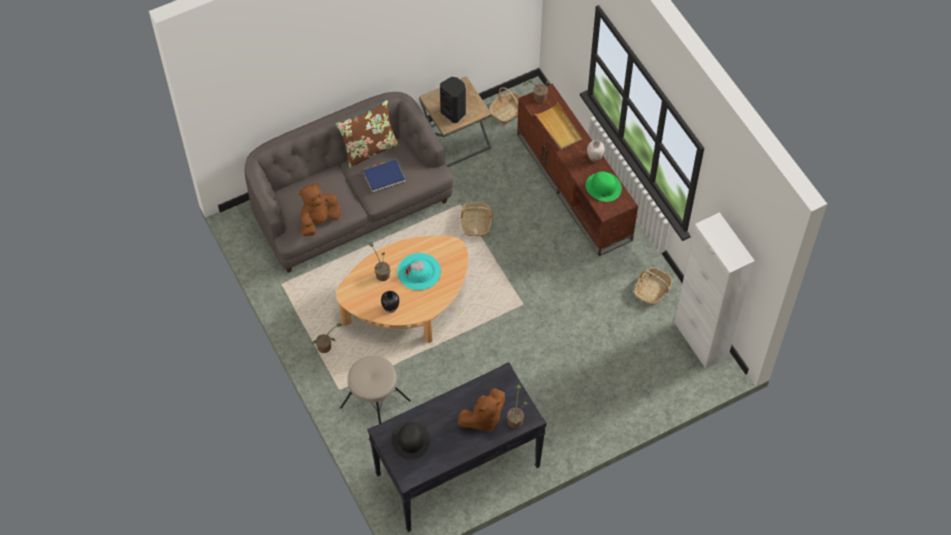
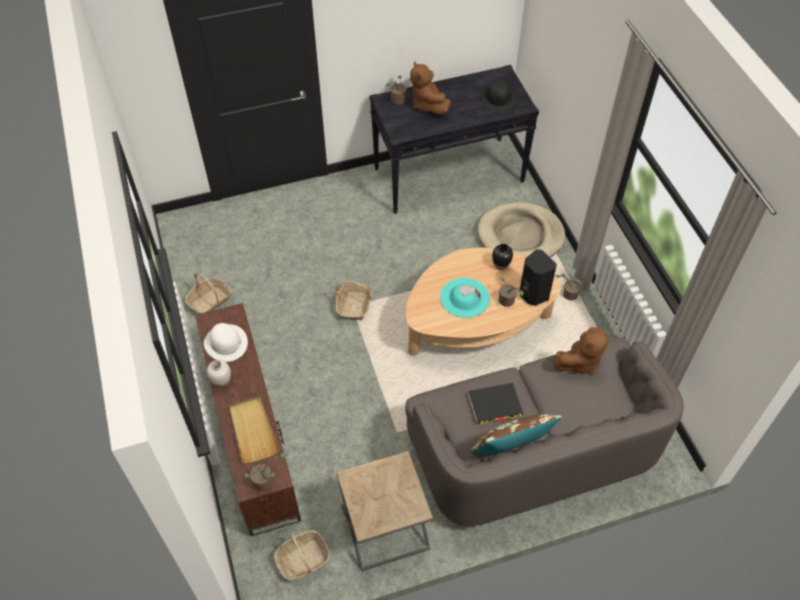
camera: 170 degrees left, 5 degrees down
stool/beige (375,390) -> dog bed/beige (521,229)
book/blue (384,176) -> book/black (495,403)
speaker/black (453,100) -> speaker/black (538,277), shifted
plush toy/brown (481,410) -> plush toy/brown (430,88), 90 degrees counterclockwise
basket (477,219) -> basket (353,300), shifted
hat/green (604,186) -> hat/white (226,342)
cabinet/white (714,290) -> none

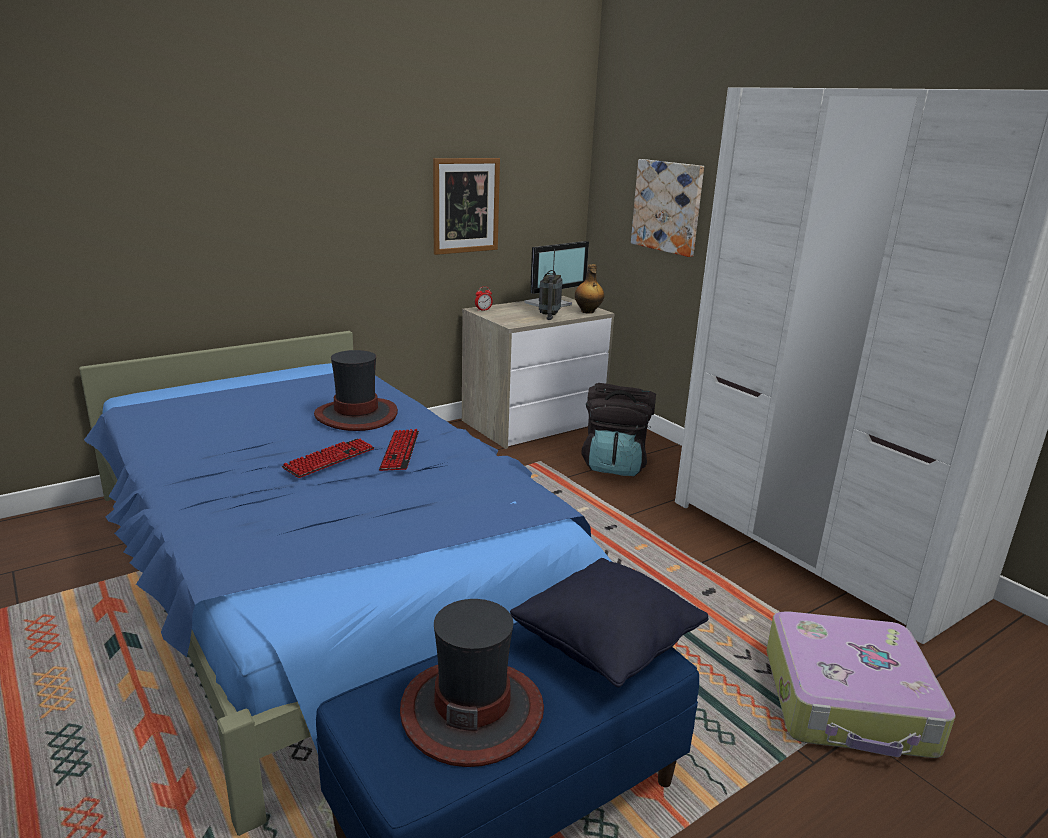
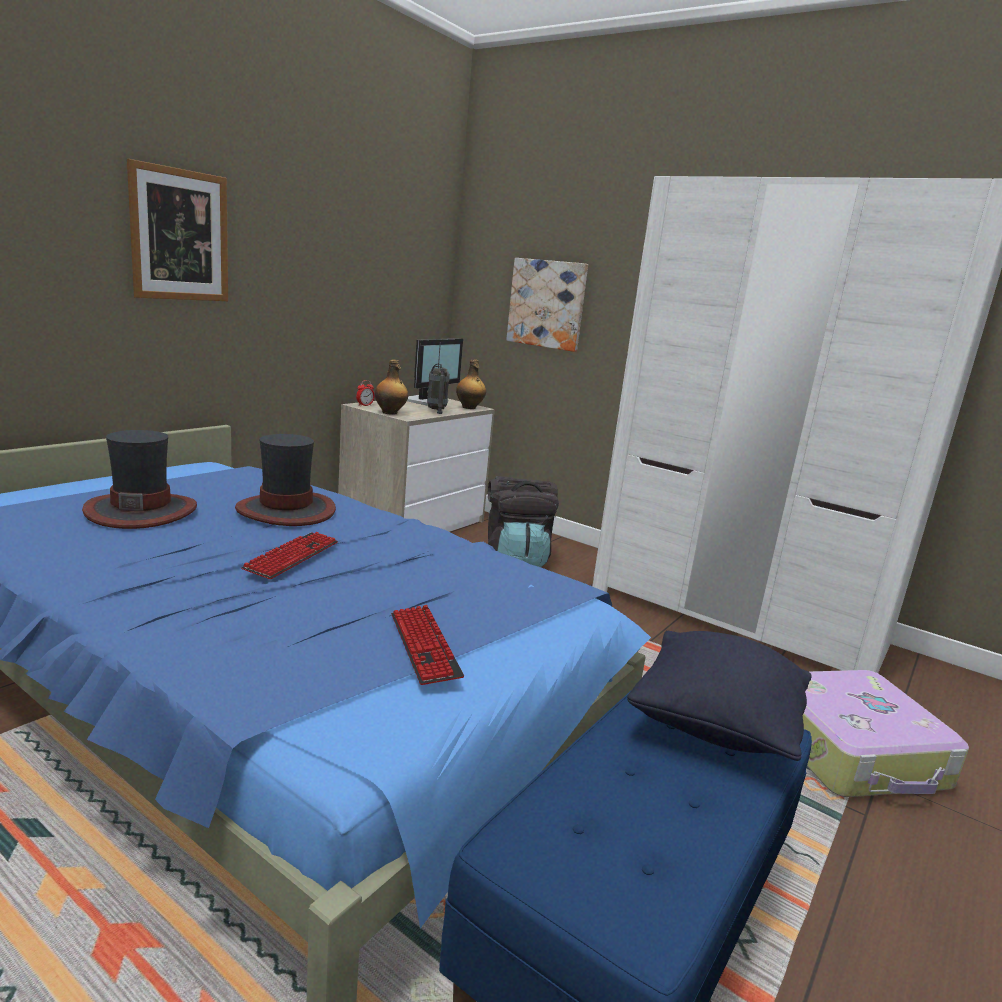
camera: 20 degrees left, 5 degrees down
keyboard (399,450) -> keyboard (427,645), shifted
hat (472,683) -> hat (139,479), shifted
picture (466,206) -> picture (177,230), shifted
none -> bottle (391,387)

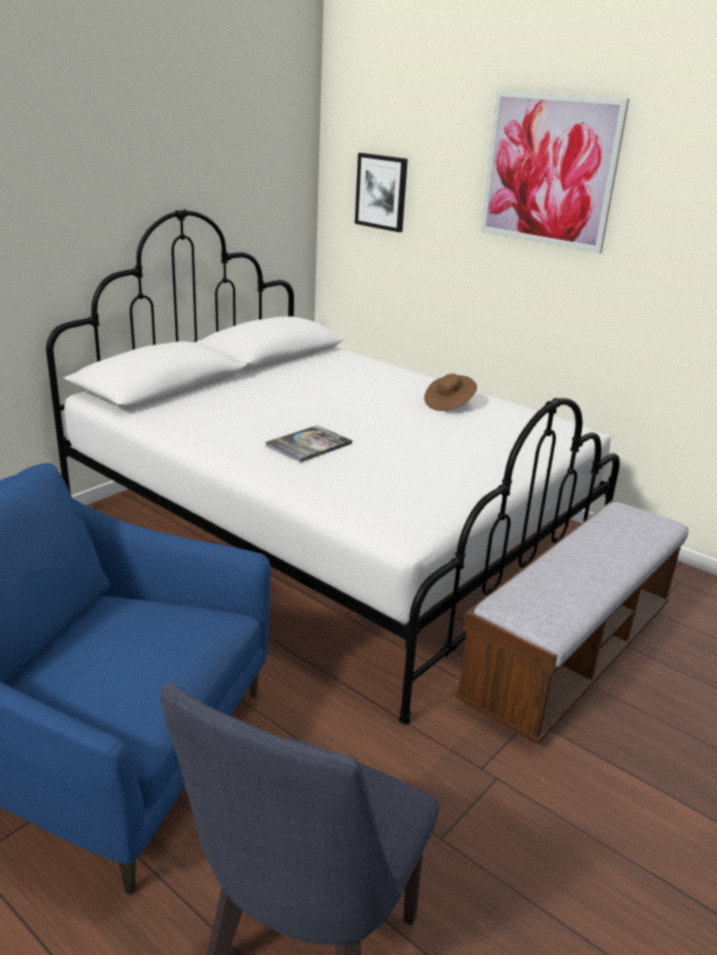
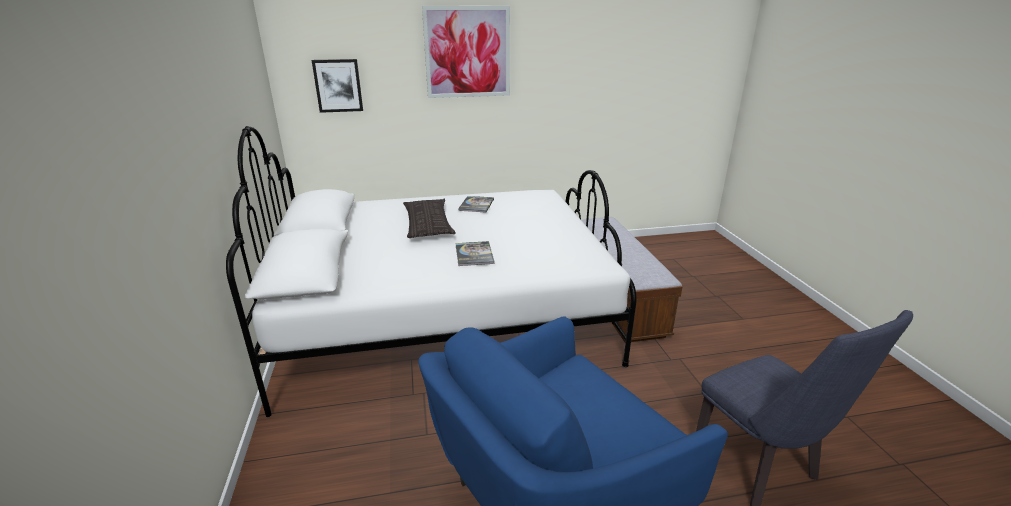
camera: 50 degrees left, 0 degrees up
hat/brown (450,392) -> book (476,204)
none -> pillow (429,218)

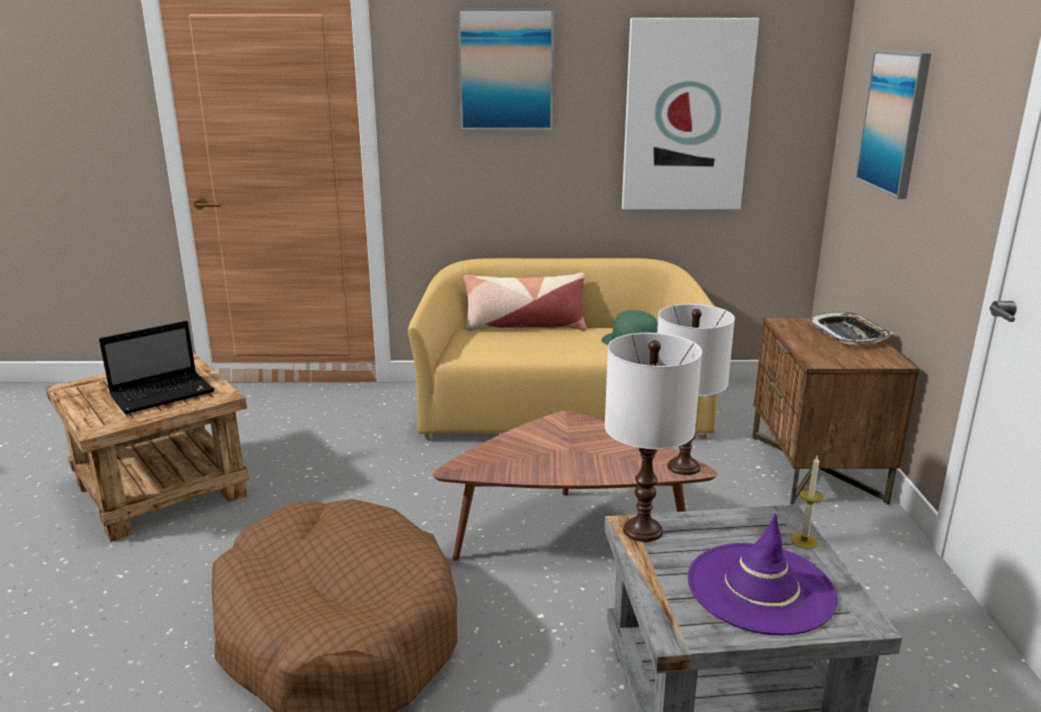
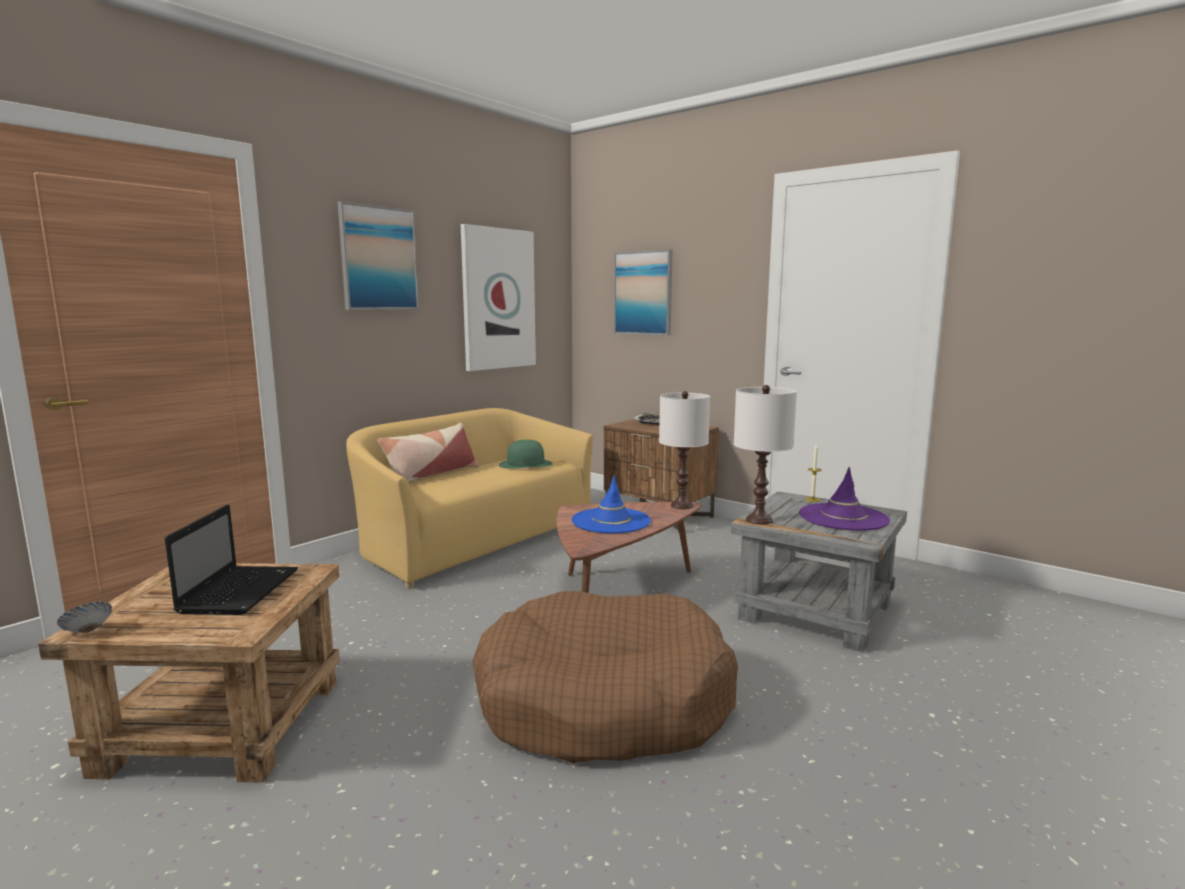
camera: 50 degrees left, 10 degrees down
none -> bowl (84,617)
none -> hat/blue (611,504)

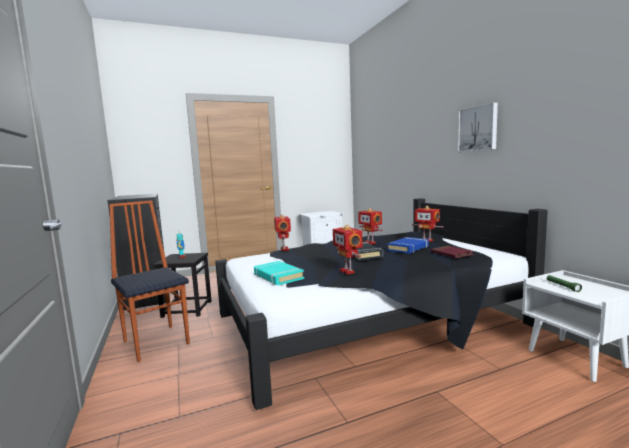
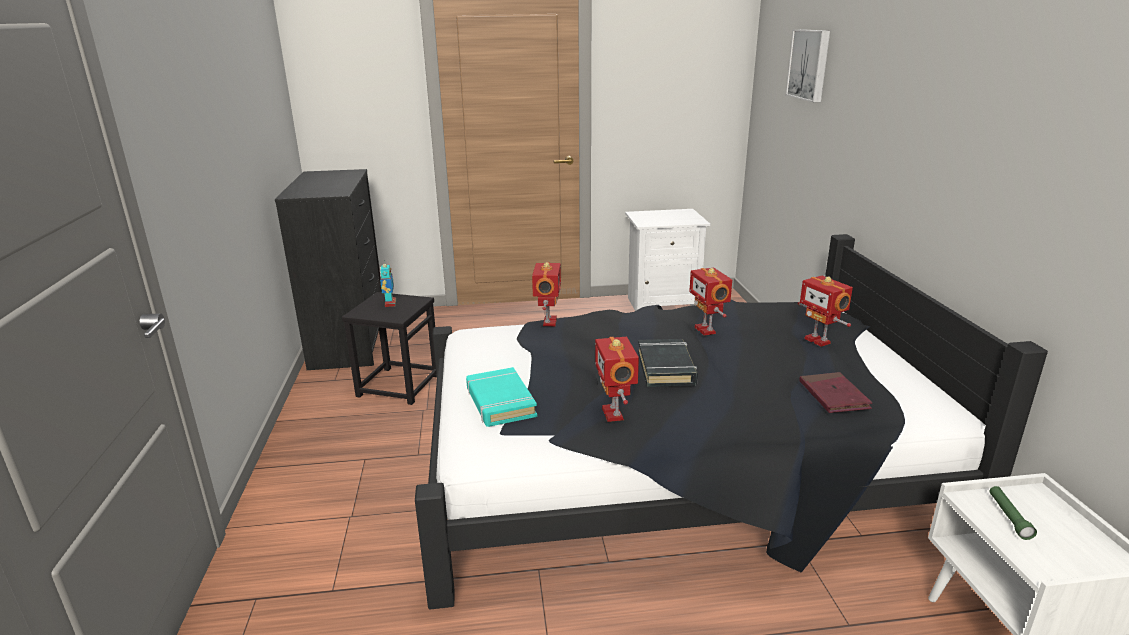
camera: 15 degrees right, 15 degrees up
chair (149,281) -> none
book/blue (408,245) -> none
picture (478,127) -> picture (808,65), shifted

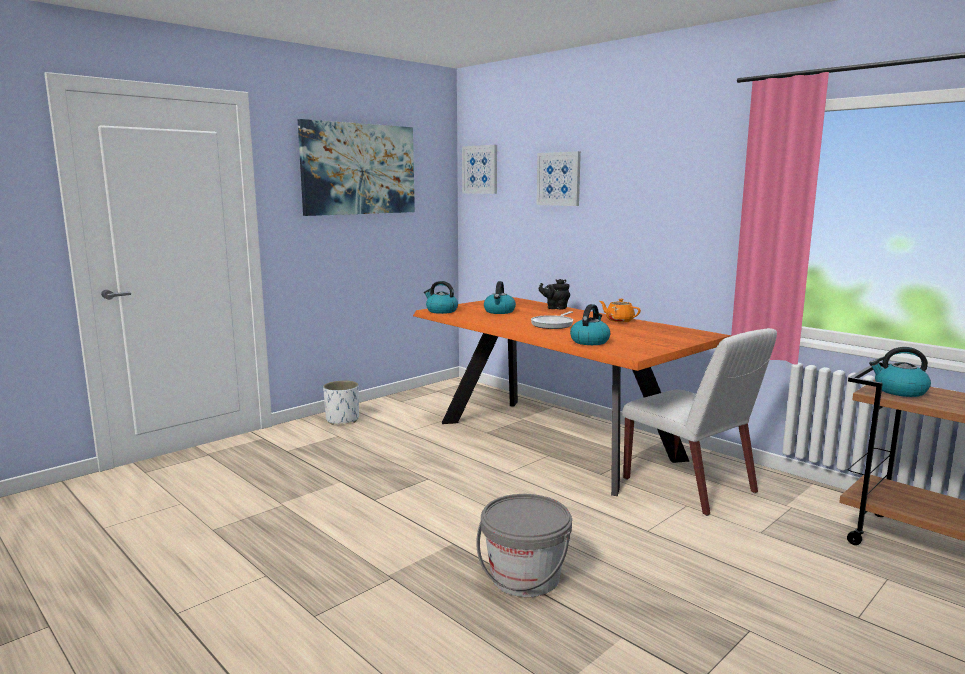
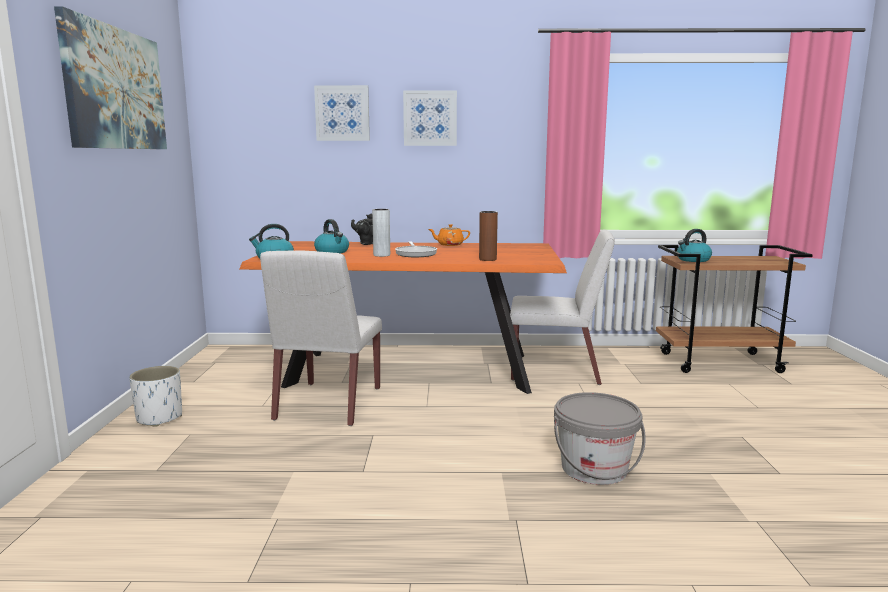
camera: 45 degrees left, 0 degrees up
picture (479,169) -> picture (430,118), shifted
kettle (590,324) -> vase/brown (488,236)
none -> chair/white (321,338)
none -> vase/grey (381,233)

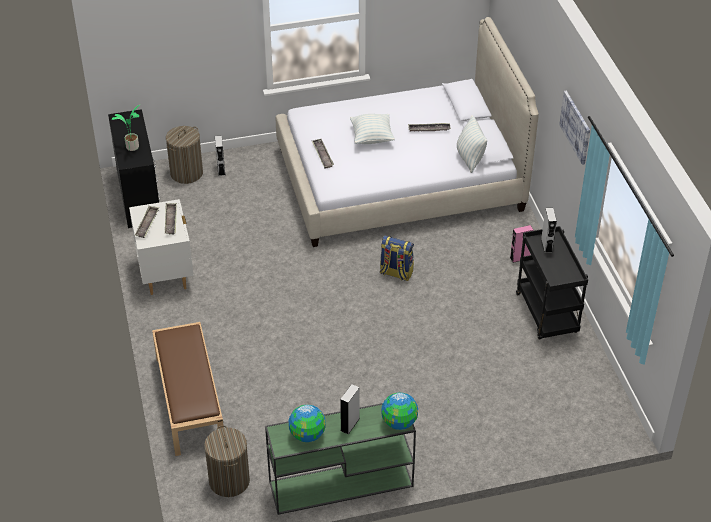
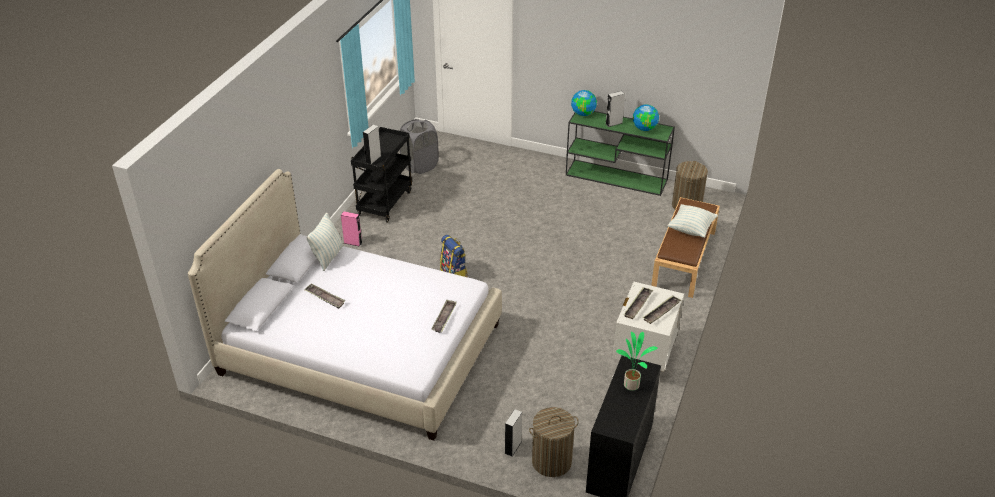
camera: 145 degrees left, 5 degrees down
pillow (372,129) -> pillow (692,221), shifted
picture (574,128) -> none
none -> laundry basket/grey (419,146)

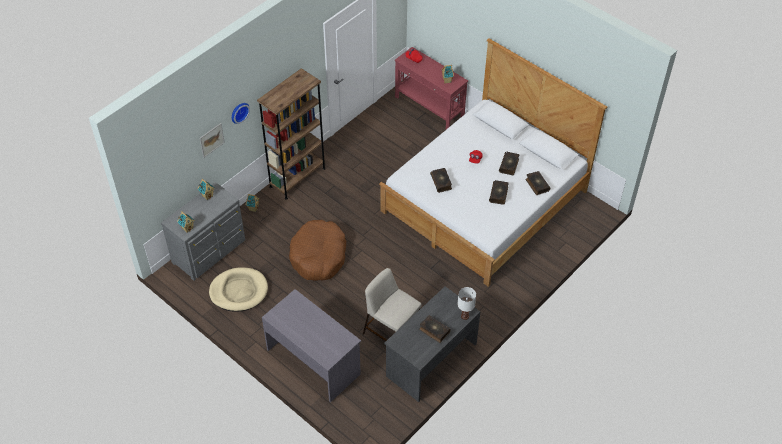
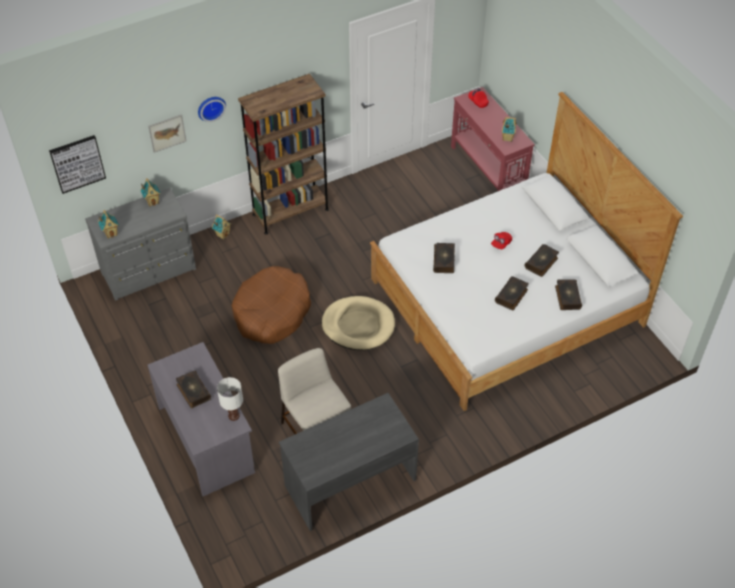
camera: 20 degrees right, 0 degrees up
dog bed/beige (238,289) -> dog bed/beige (358,323), shifted
book (435,329) -> book (193,389), shifted
table lamp/white (466,303) -> table lamp/white (230,399), shifted
none -> picture (77,164)

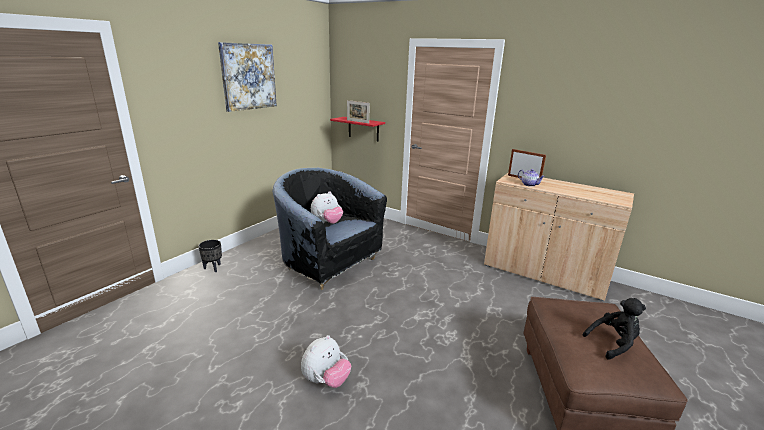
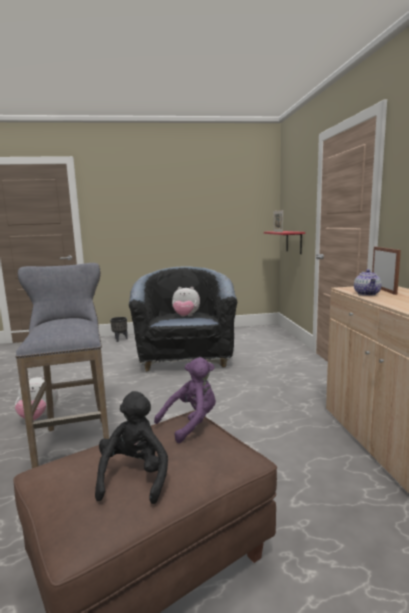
camera: 50 degrees right, 10 degrees down
picture (247,77) -> none
plush toy/black (614,329) -> plush toy/black (131,447), 120 degrees counterclockwise
none -> stool/grey (62,365)
none -> plush toy/purple (185,400)

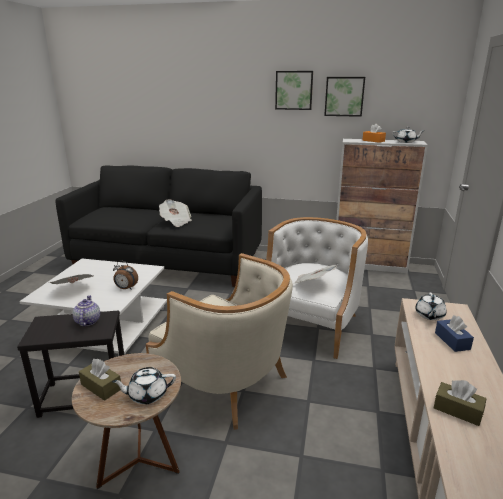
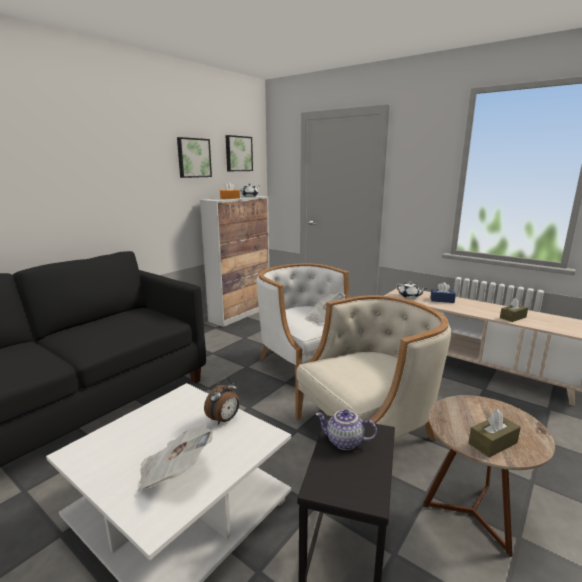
camera: 65 degrees left, 5 degrees down
teapot/white (144,385) -> none
newspaper (175,213) -> none
picture (294,90) -> picture (239,153), shifted

